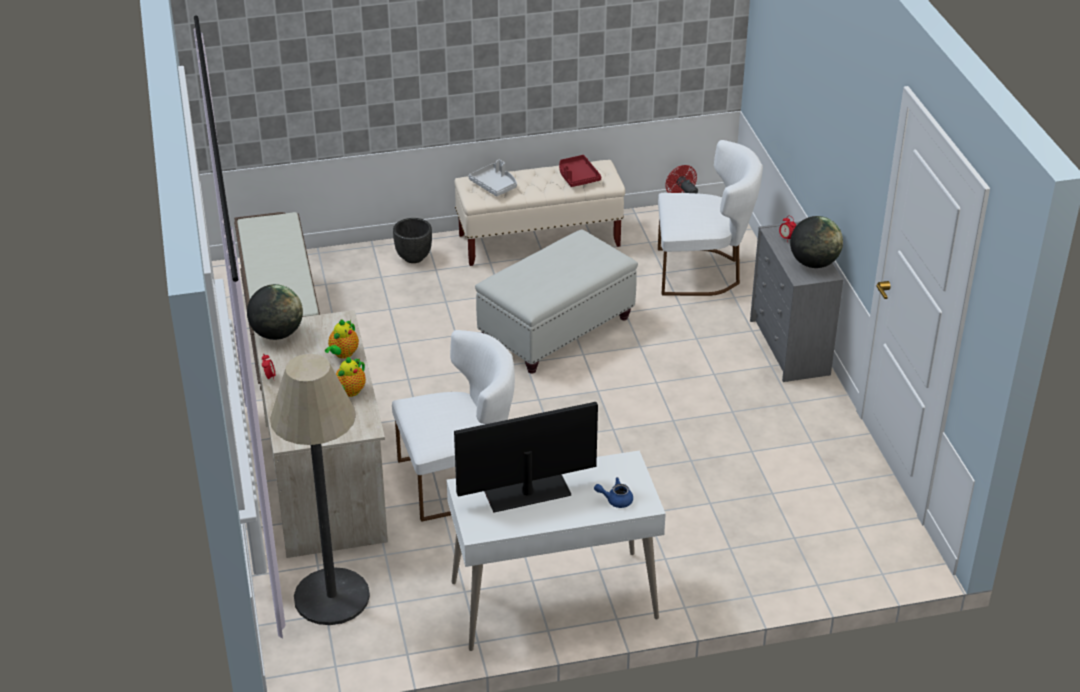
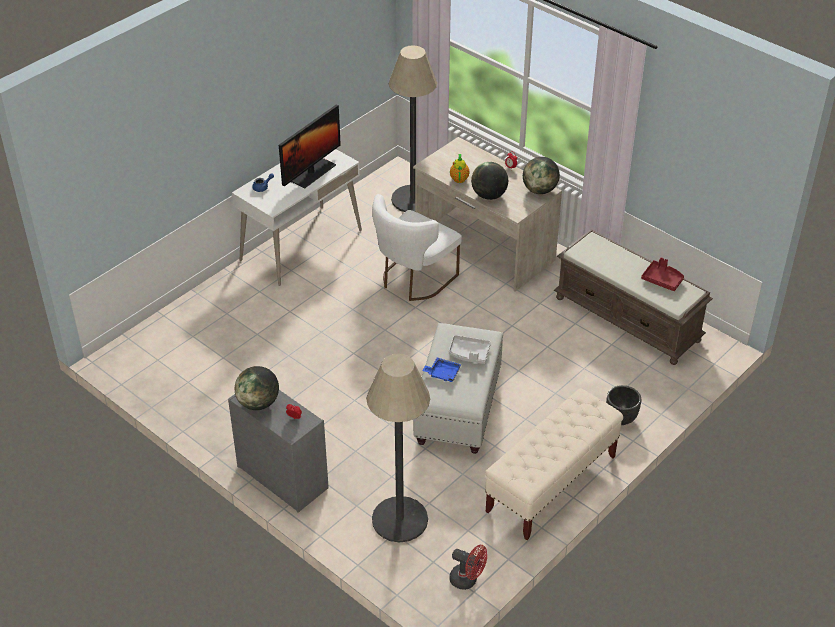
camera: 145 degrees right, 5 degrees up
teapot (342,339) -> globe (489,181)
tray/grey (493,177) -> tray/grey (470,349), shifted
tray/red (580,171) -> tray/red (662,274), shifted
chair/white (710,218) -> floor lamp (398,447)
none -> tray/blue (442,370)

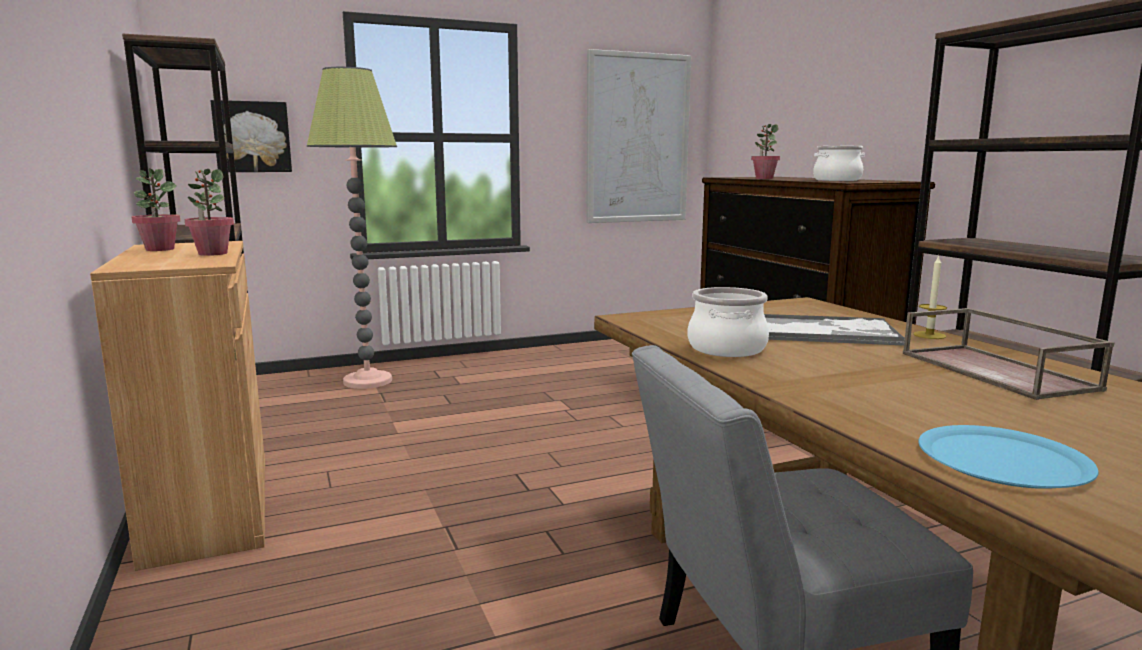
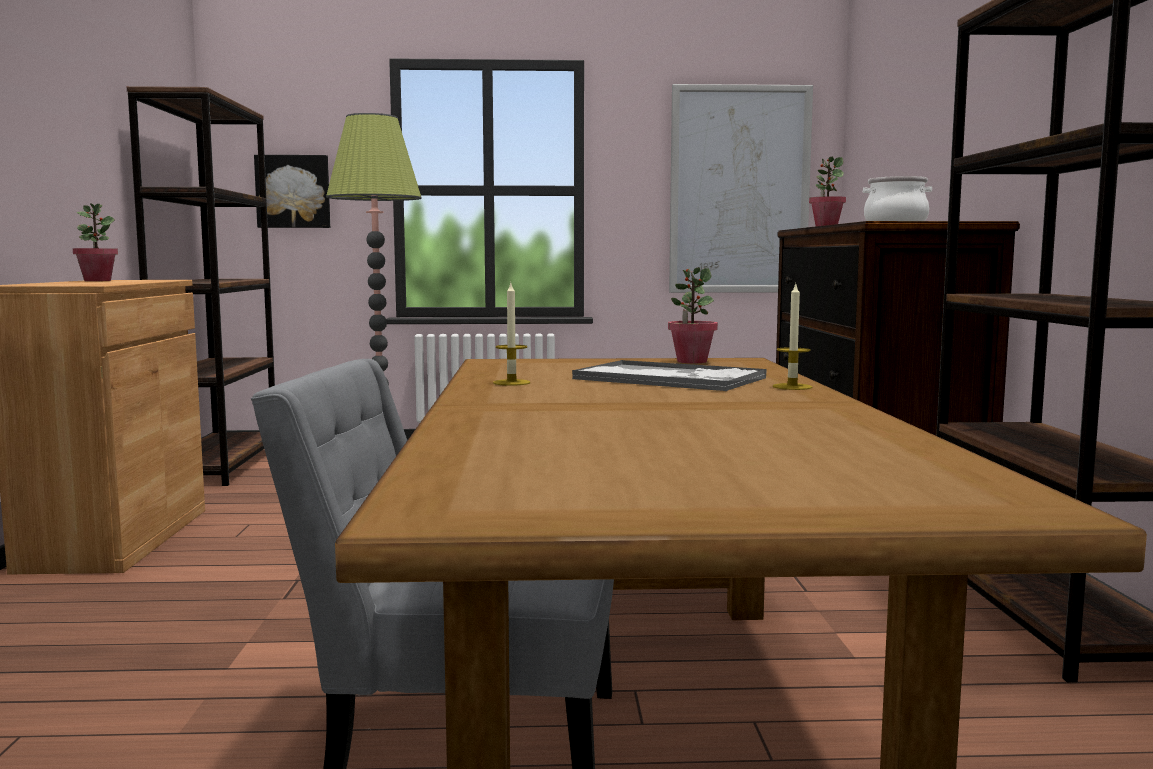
camera: 20 degrees right, 5 degrees down
potted plant (209,212) -> potted plant (693,315), shifted
cooking pot (728,322) -> candle (511,334)
tray/brown (1008,354) -> none
plate/blue (1008,457) -> none

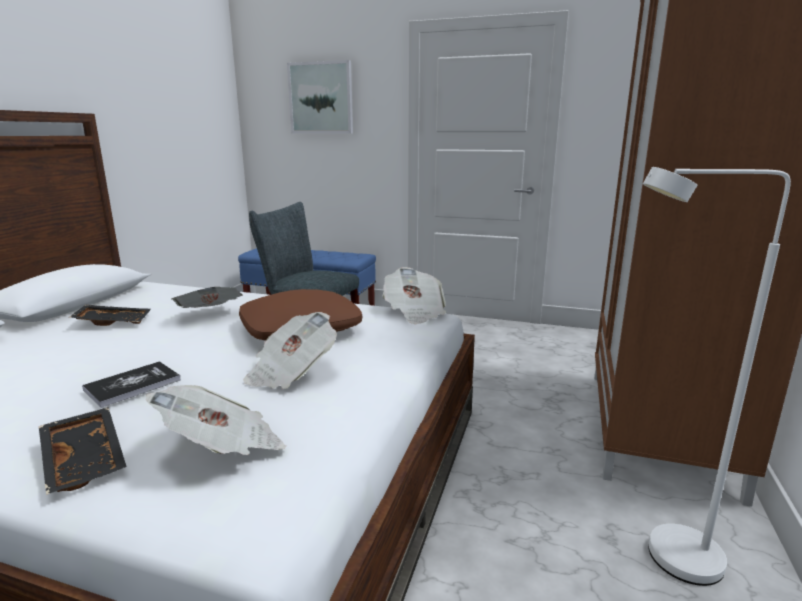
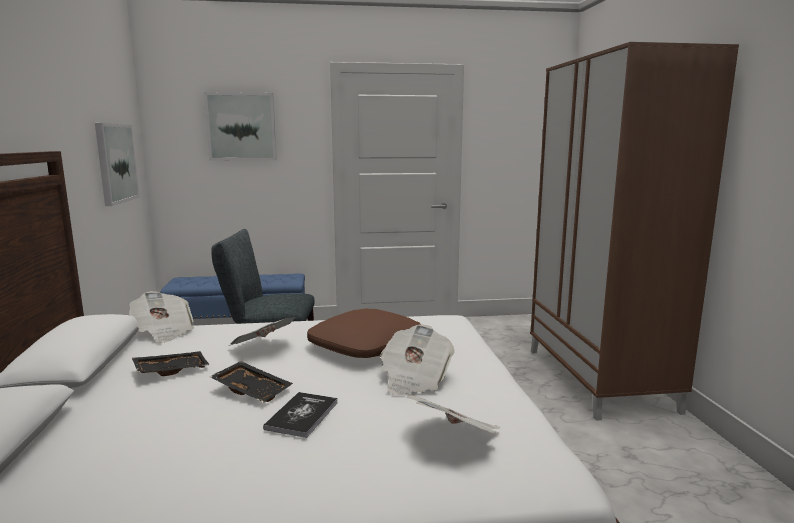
camera: 25 degrees left, 5 degrees down
tray/black (83,451) -> tray/black (251,381), shifted
newspaper (414,295) -> newspaper (161,317), shifted
floor lamp/white (717,376) -> none
none -> picture (117,164)

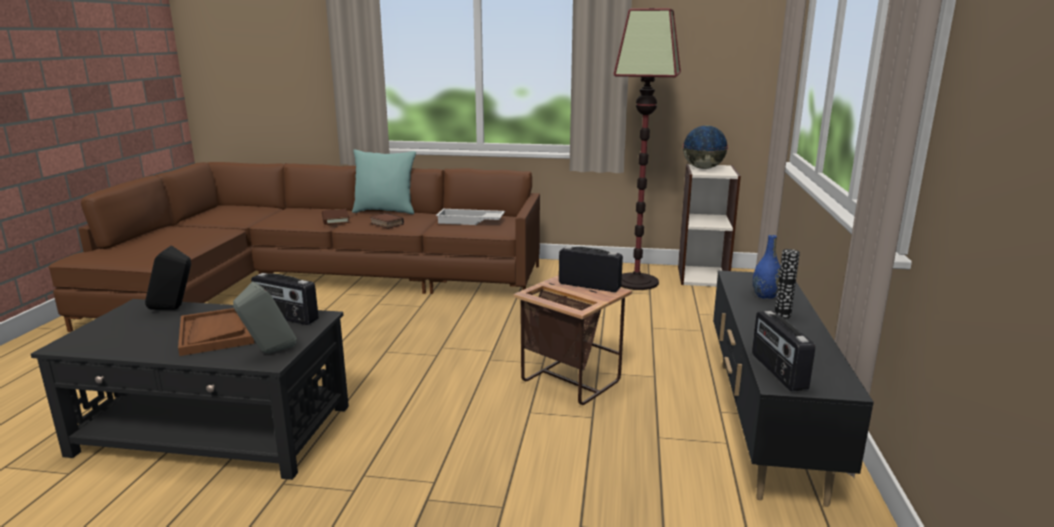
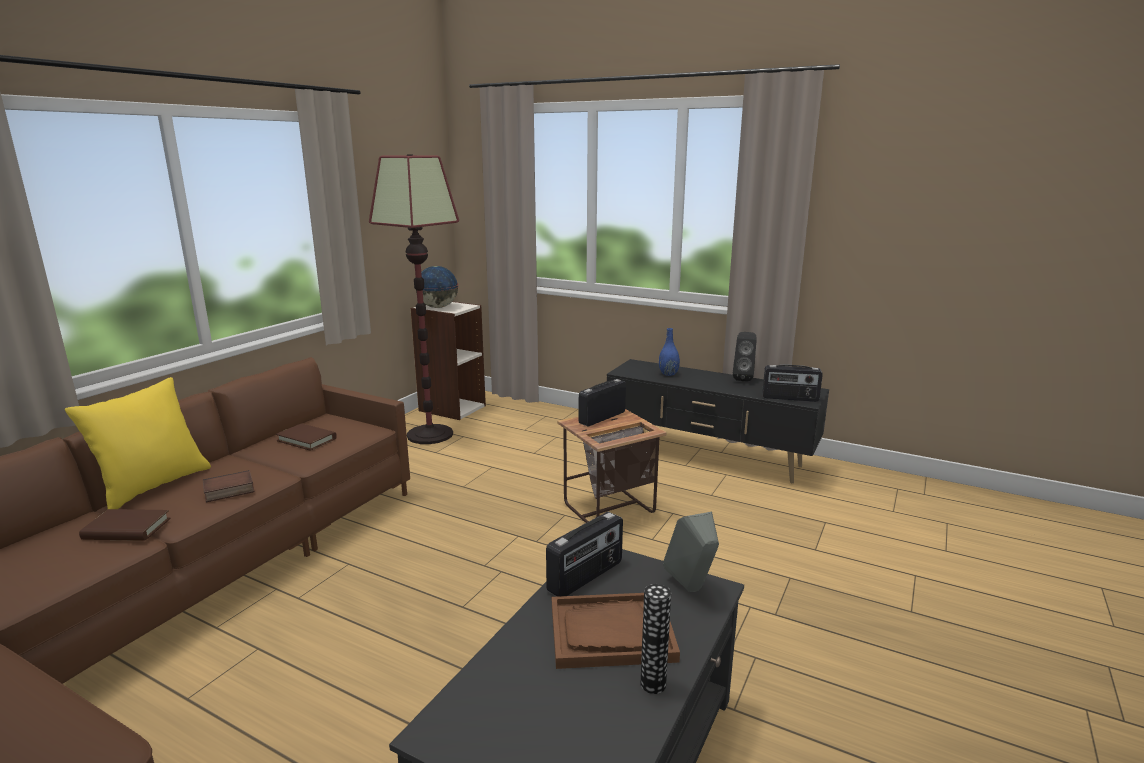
camera: 70 degrees left, 0 degrees up
speaker/black (168,277) -> speaker/black (745,357), shifted
pillow/turquoise (384,181) -> pillow/yellow (138,443)
tray/white (470,217) -> book/brown (306,437)
vase (787,284) -> vase (655,639), shifted

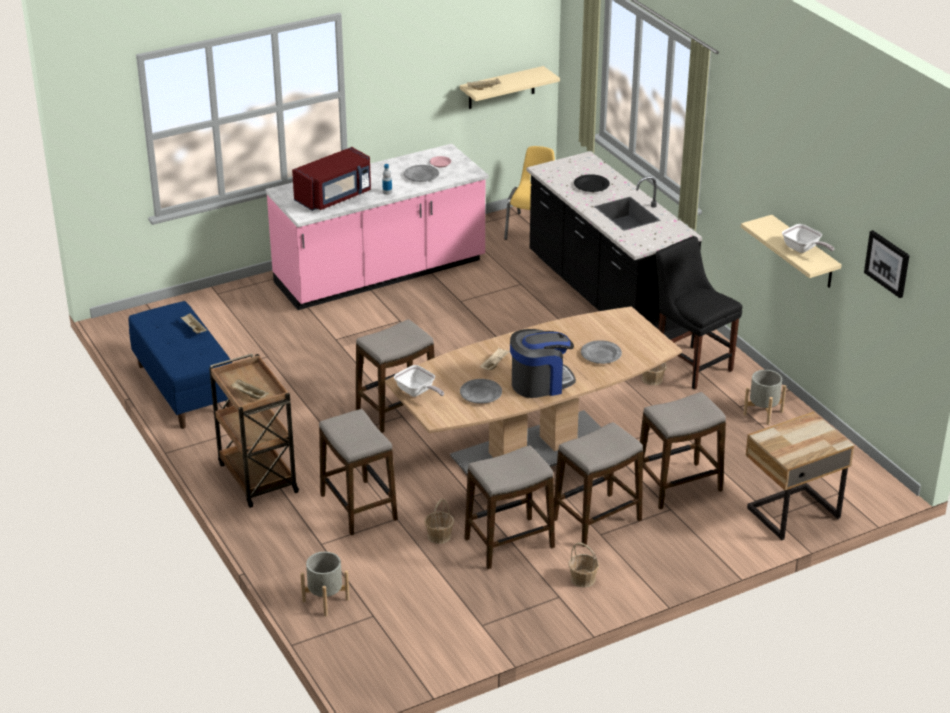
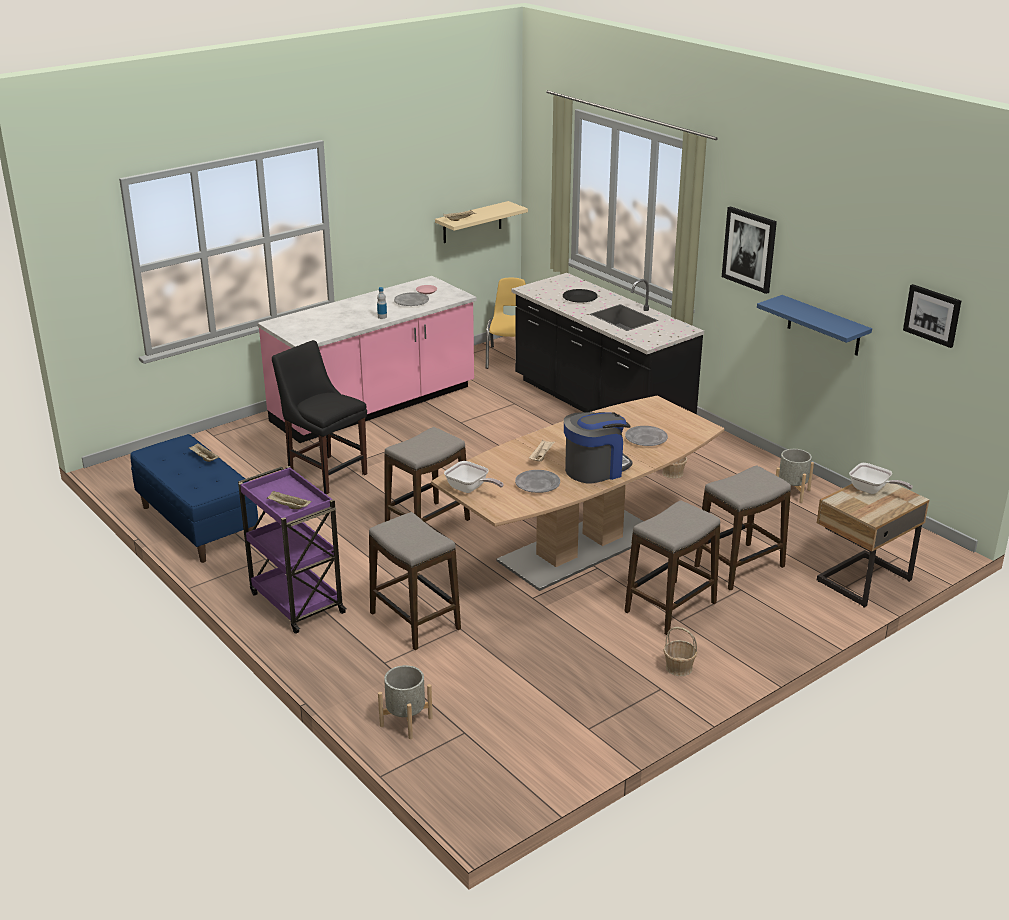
camera: 10 degrees left, 5 degrees down
cart/brown (254,431) -> cart/purple (292,550)
microwave/red (331,179) -> none
basket (439,521) -> none
stool (509,507) -> none
chair/black (698,313) -> chair/black (319,417), shifted
shelf/beige (791,251) -> shelf/blue (814,325)
frying pan (808,238) -> frying pan (881,478), shifted
none -> picture (749,250)

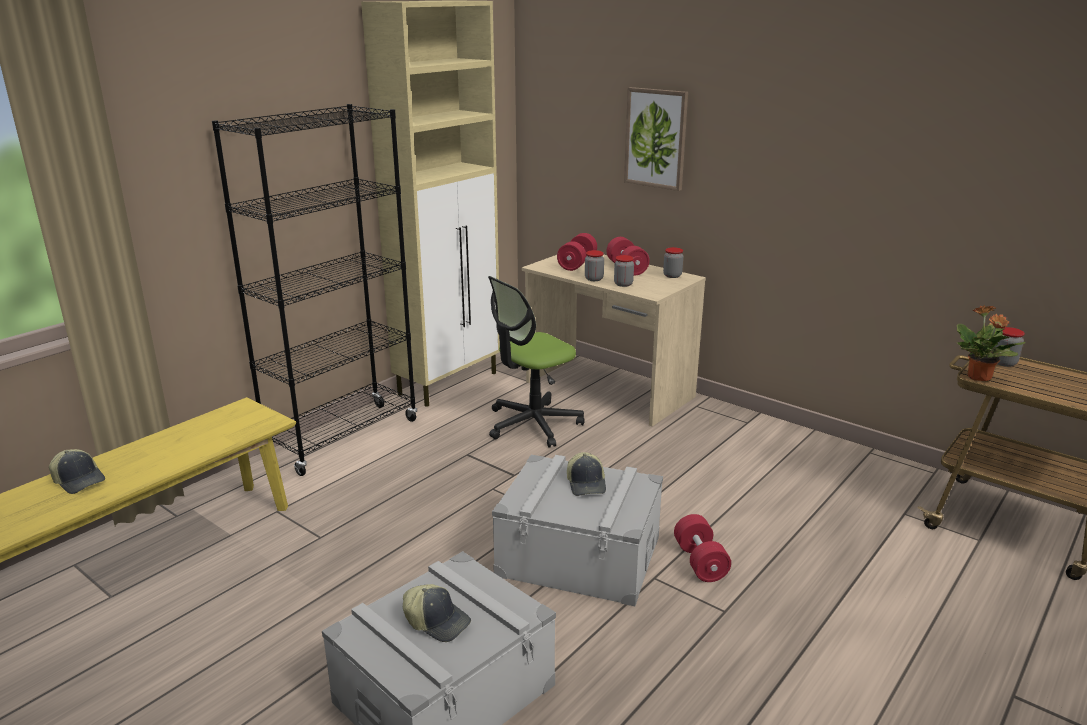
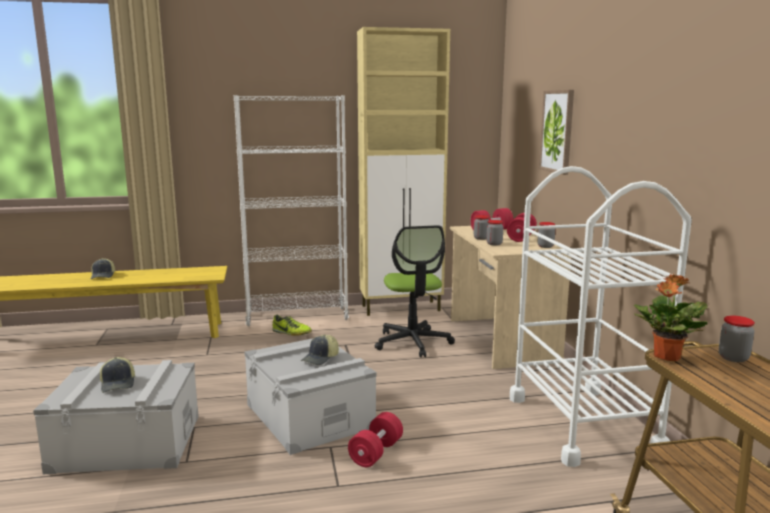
camera: 40 degrees right, 10 degrees down
bookcase/black (314,290) -> bookcase/white (291,211)
office chair (536,361) -> office chair (415,291), 105 degrees counterclockwise
none -> shoe (292,325)
none -> cart/white (601,316)

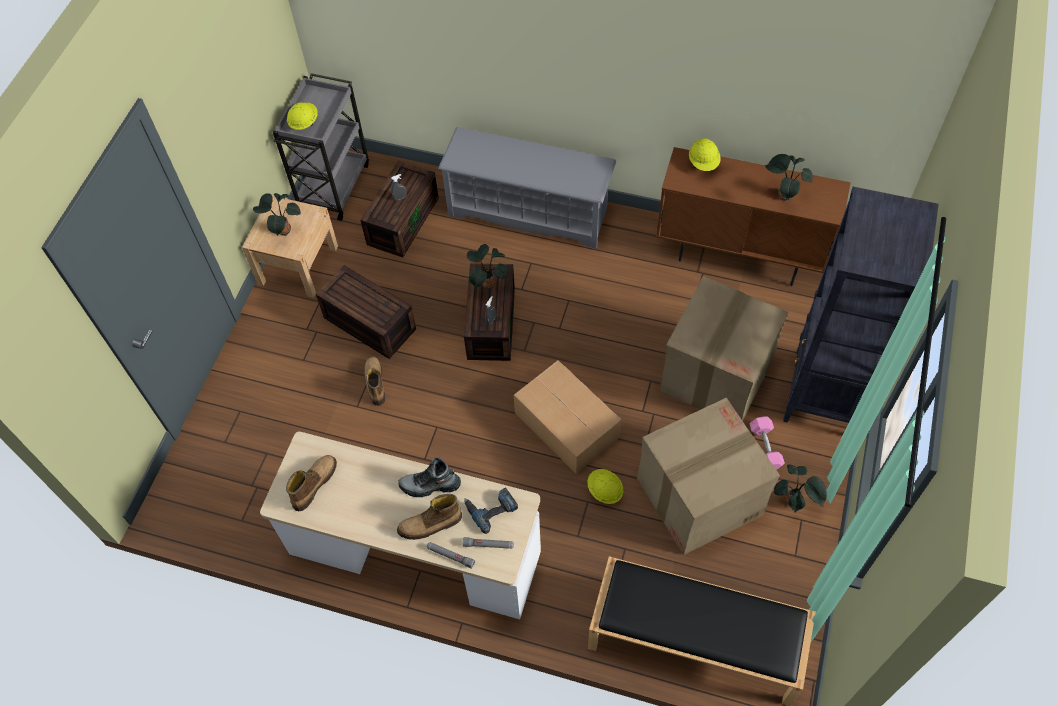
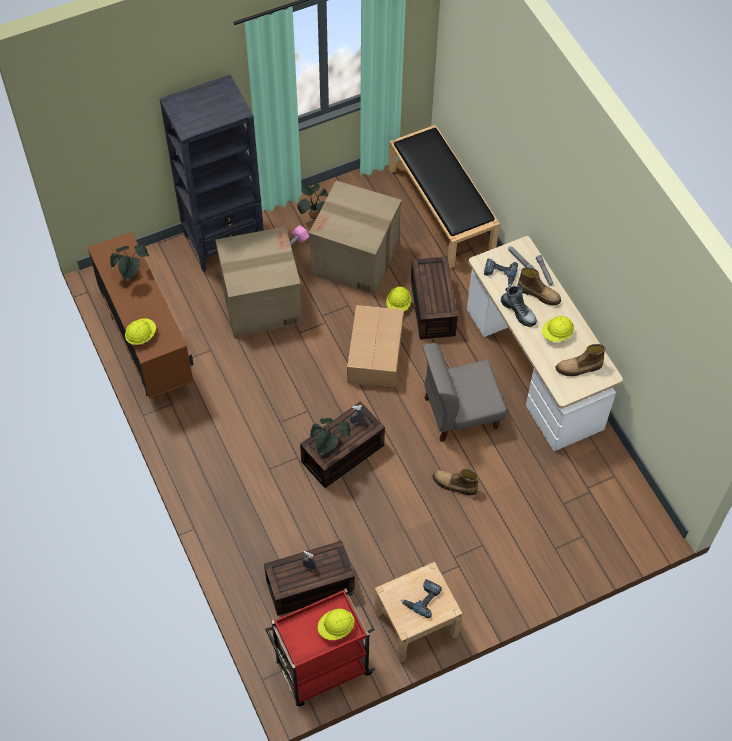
camera: 135 degrees left, 0 degrees up
potted plant (277,214) -> power drill (421,598)
cart/grey (321,147) -> cart/red (320,648)
storage box/brown (366,312) -> storage box/brown (434,298), shifted
boot (374,381) -> boot (456,482), 75 degrees clockwise
shoe rack/grey (527,188) -> none
none -> chair/grey (464,392)
none -> hard hat/yellow (558,329)

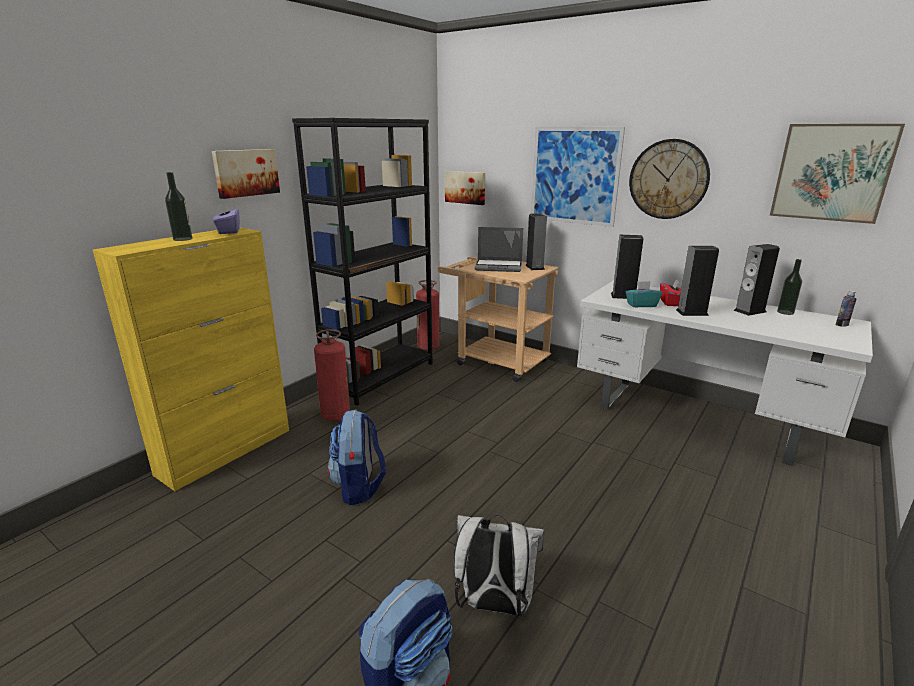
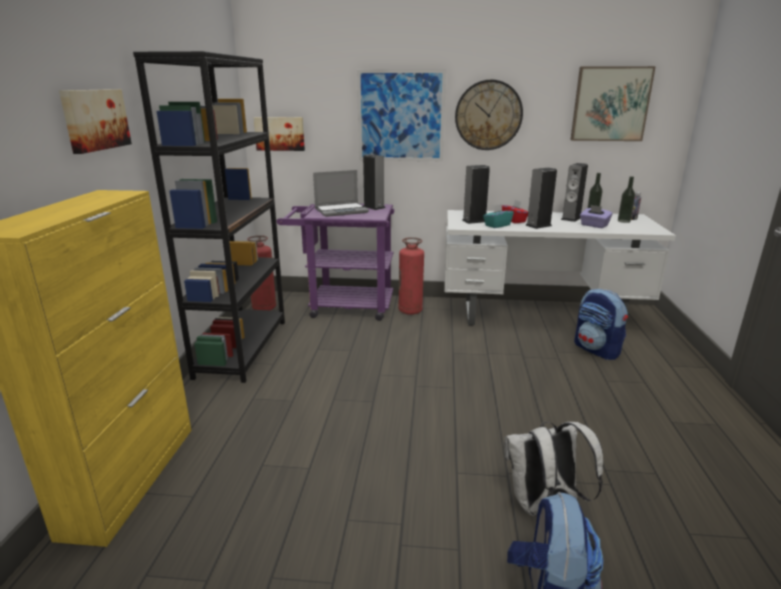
camera: 30 degrees left, 0 degrees up
bottle (178,206) -> bottle (626,199), shifted
tissue box/purple (226,218) -> tissue box/purple (596,216), shifted
fire extinguisher (332,375) -> fire extinguisher (411,276), shifted
backpack (356,457) -> backpack (601,324), shifted
cart/beige (498,319) -> cart/purple (335,262)

